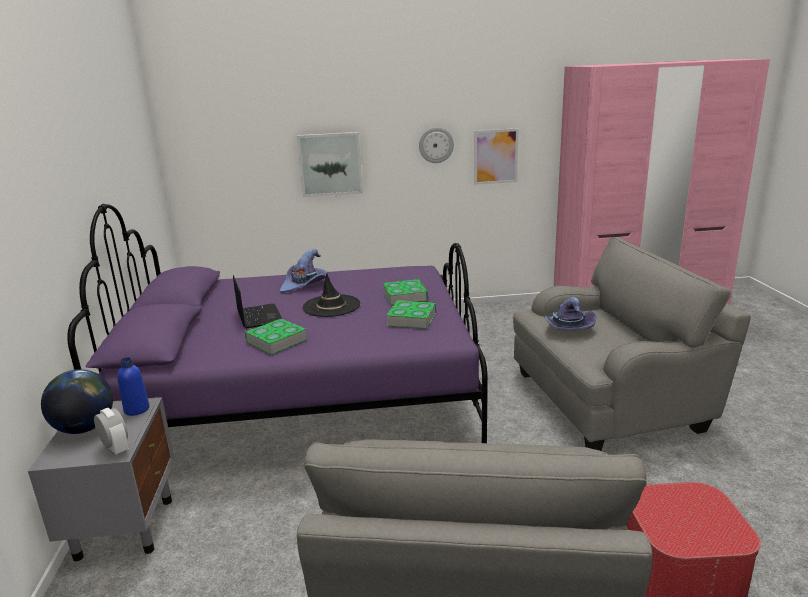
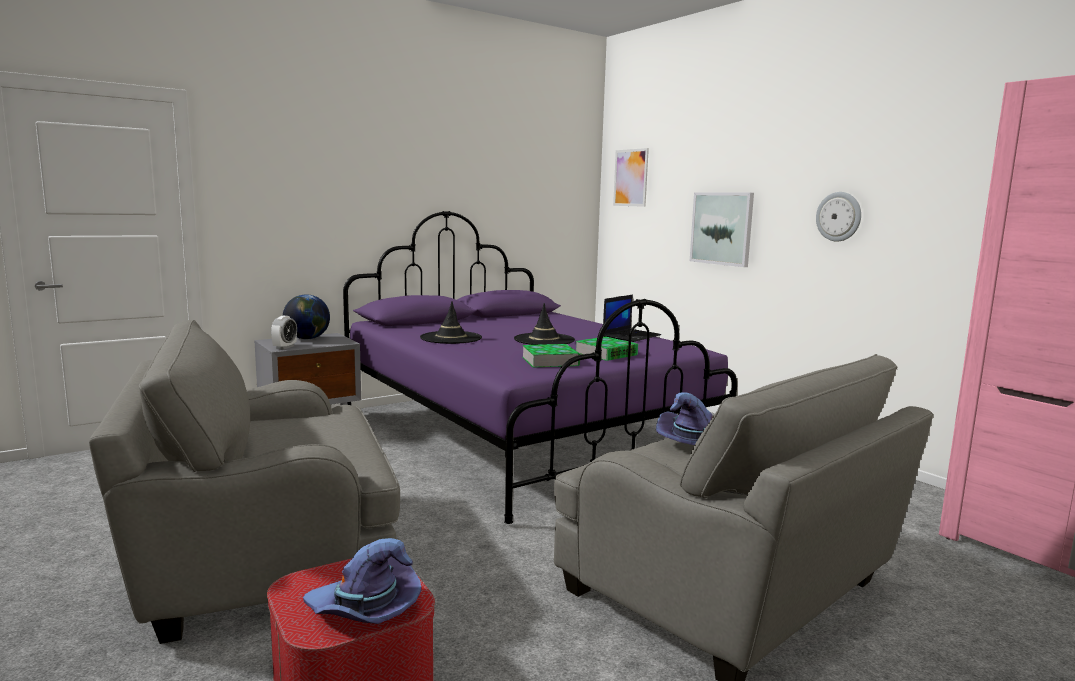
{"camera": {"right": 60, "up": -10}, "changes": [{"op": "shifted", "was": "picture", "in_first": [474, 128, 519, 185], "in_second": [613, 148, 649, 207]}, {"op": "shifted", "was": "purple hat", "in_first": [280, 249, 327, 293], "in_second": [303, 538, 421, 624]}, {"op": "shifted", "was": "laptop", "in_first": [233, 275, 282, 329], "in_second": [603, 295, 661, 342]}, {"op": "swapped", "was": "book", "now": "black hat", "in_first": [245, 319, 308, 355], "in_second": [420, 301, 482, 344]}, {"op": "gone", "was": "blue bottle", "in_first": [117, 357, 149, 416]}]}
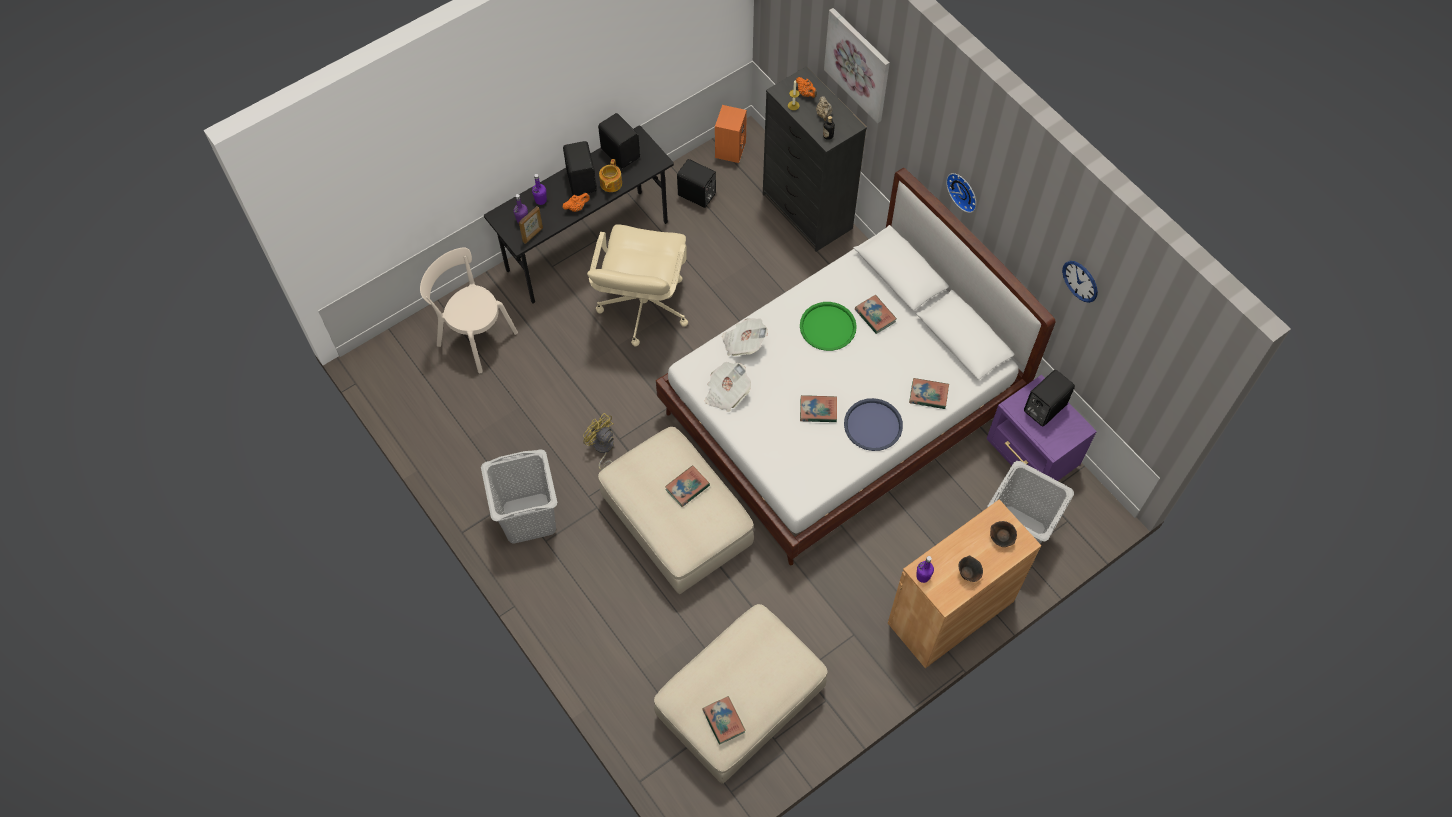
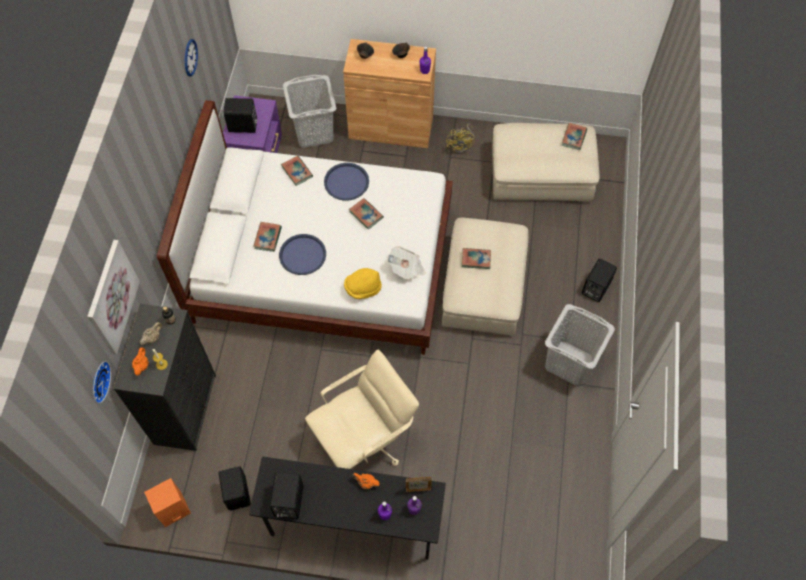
{"camera": {"right": -135, "up": 0}, "changes": [{"op": "shifted", "was": "black speaker", "in_first": [563, 141, 597, 196], "in_second": [582, 259, 617, 302]}, {"op": "gone", "was": "teapot", "in_first": [599, 159, 622, 192]}, {"op": "shifted", "was": "wall clock", "in_first": [946, 173, 976, 213], "in_second": [93, 361, 111, 404]}, {"op": "gone", "was": "beige chair", "in_first": [420, 248, 518, 373]}, {"op": "repainted", "was": "green tray", "now": "blue tray", "in_first": [800, 302, 857, 351], "in_second": [279, 234, 326, 275]}, {"op": "swapped", "was": "newspaper", "now": "yellow hat", "in_first": [722, 318, 768, 356], "in_second": [344, 268, 382, 299]}, {"op": "shifted", "was": "yellow fan", "in_first": [583, 413, 614, 470], "in_second": [446, 124, 475, 154]}]}
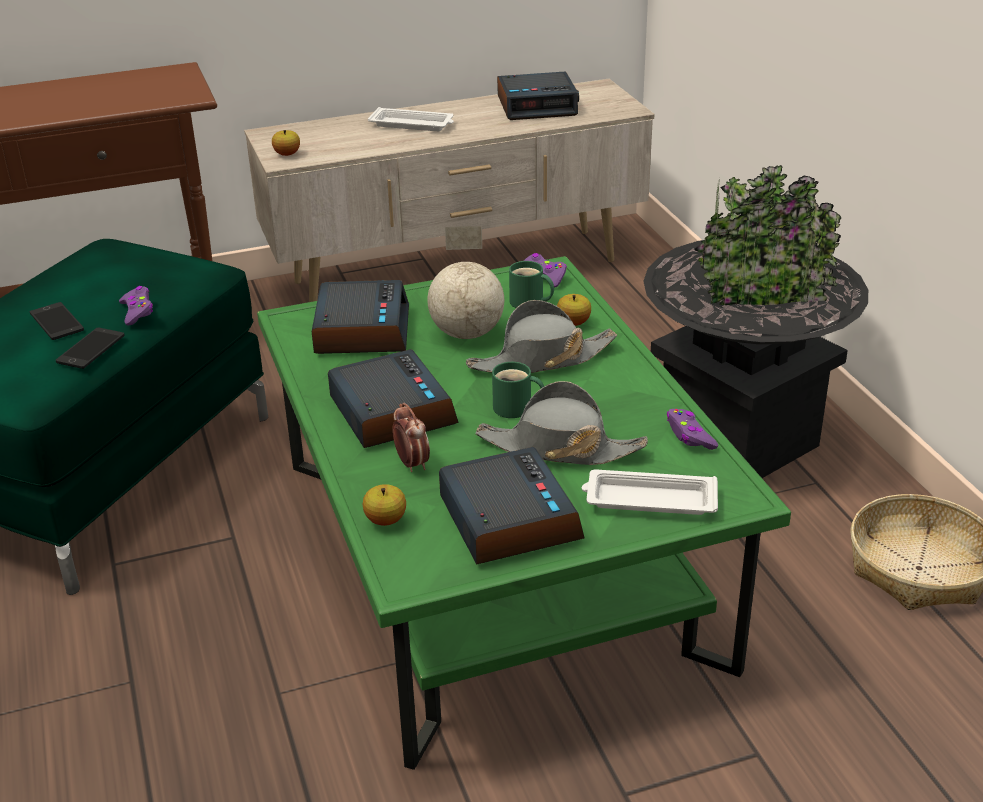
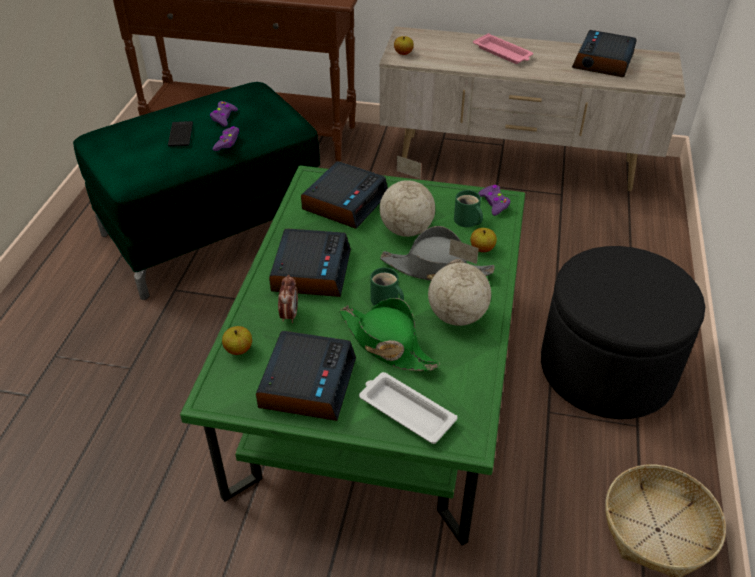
{"camera": {"right": 30, "up": 10}, "changes": [{"op": "rotated", "was": "alarm clock", "in_first": [497, 71, 579, 120], "in_second": [572, 30, 637, 77], "clockwise": 90}, {"op": "repainted", "was": "white tray", "now": "pink tray", "in_first": [368, 107, 454, 131], "in_second": [473, 33, 533, 64]}, {"op": "swapped", "was": "black planter", "now": "black ottoman", "in_first": [643, 165, 868, 478], "in_second": [541, 246, 705, 419]}, {"op": "gone", "was": "phone", "in_first": [56, 327, 125, 369]}, {"op": "repainted", "was": "grey hat", "now": "green hat", "in_first": [476, 381, 648, 465], "in_second": [339, 298, 440, 371]}, {"op": "shifted", "was": "purple game controller", "in_first": [667, 409, 718, 450], "in_second": [210, 101, 238, 127]}, {"op": "new", "now": "globe", "in_second": [428, 239, 491, 326]}]}
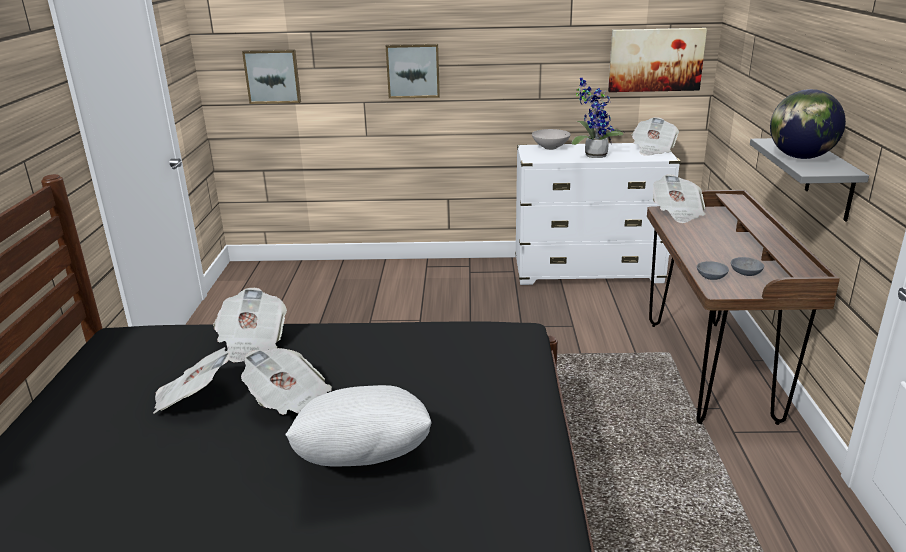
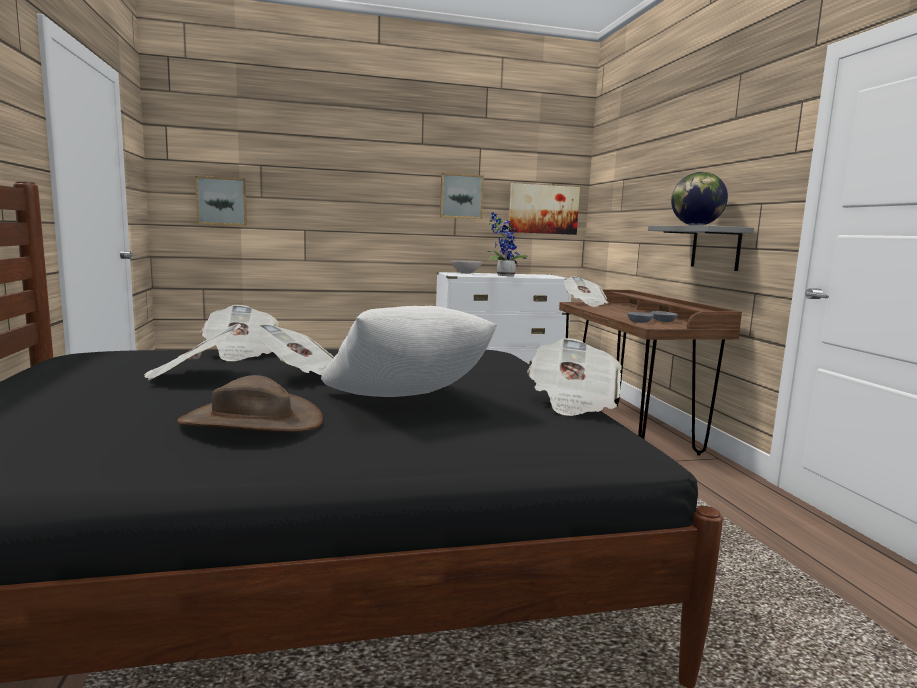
{"camera": {"right": -15, "up": -15}, "changes": [{"op": "shifted", "was": "picture", "in_first": [386, 44, 440, 99], "in_second": [440, 173, 484, 219]}, {"op": "shifted", "was": "newspaper", "in_first": [631, 117, 679, 156], "in_second": [527, 338, 622, 416]}, {"op": "new", "now": "brown hat", "in_second": [177, 375, 323, 432]}]}
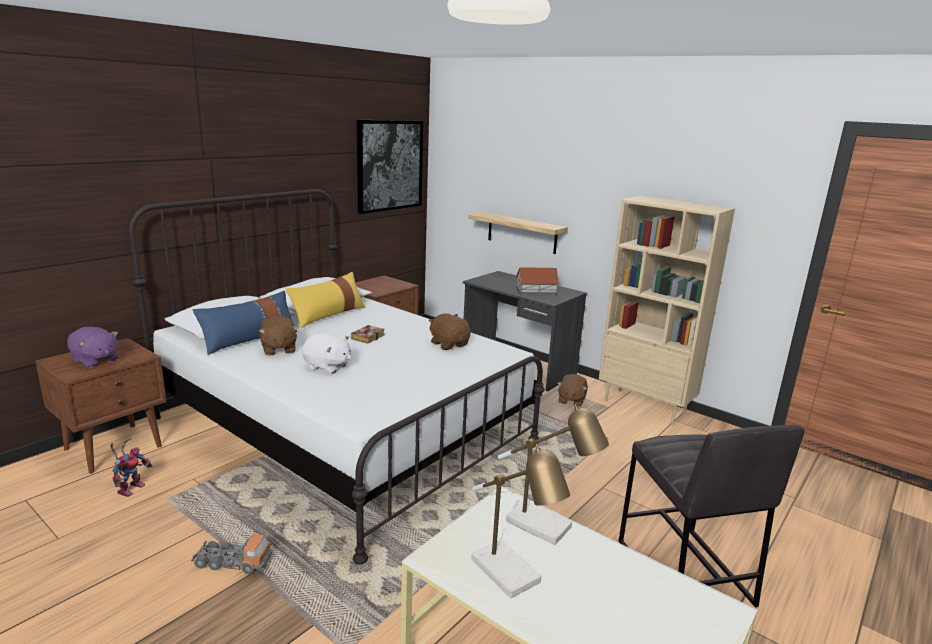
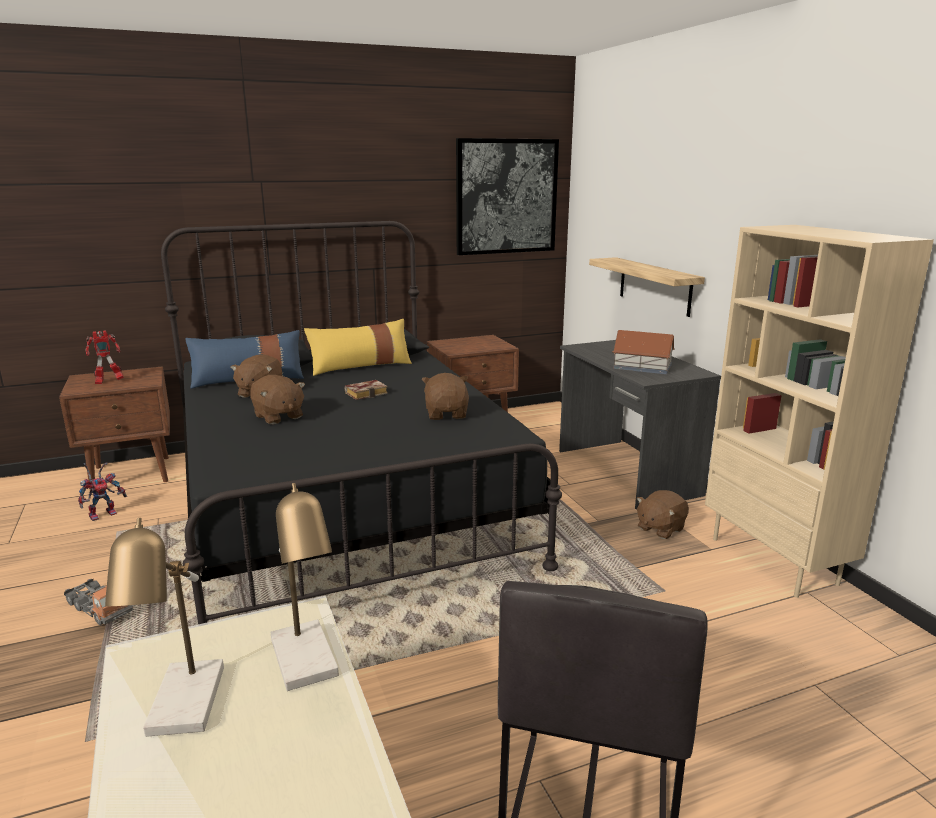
{"camera": {"right": 30, "up": 0}, "changes": [{"op": "repainted", "was": "white bed", "now": "black bed", "in_first": [129, 189, 545, 565], "in_second": [161, 221, 562, 624]}, {"op": "swapped", "was": "purple plush toy", "now": "toy robot", "in_first": [67, 326, 118, 368], "in_second": [85, 330, 124, 384]}, {"op": "repainted", "was": "white plush toy", "now": "brown plush toy", "in_first": [302, 332, 351, 374], "in_second": [250, 375, 305, 424]}]}
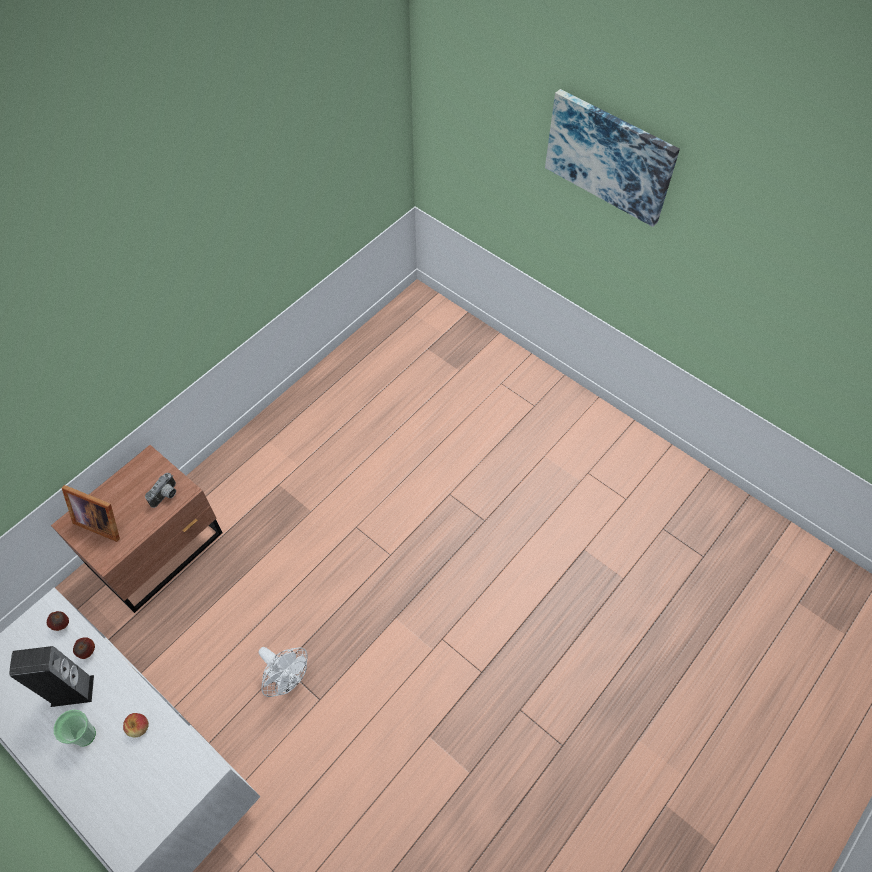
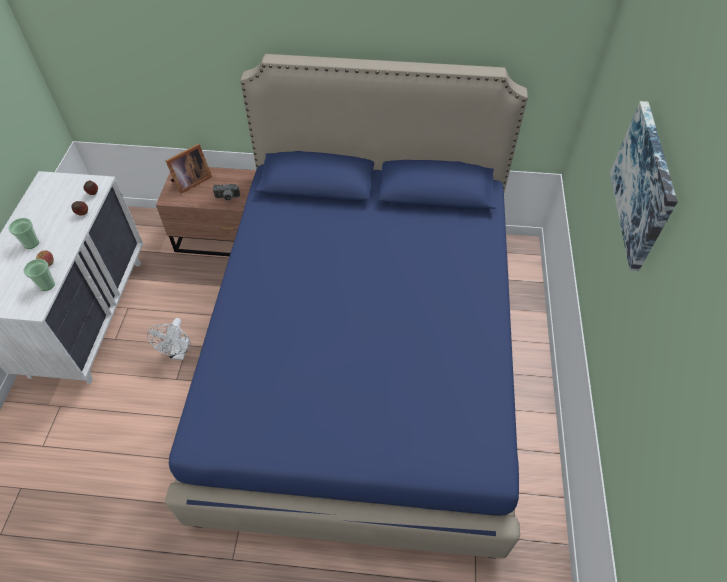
{"camera": {"right": 55, "up": -5}, "changes": [{"op": "rotated", "was": "picture frame", "in_first": [62, 485, 120, 542], "in_second": [166, 144, 212, 194], "clockwise": -120}, {"op": "gone", "was": "speaker", "in_first": [9, 646, 94, 707]}, {"op": "new", "now": "blue bed", "in_second": [165, 54, 528, 559]}, {"op": "new", "now": "cup", "in_second": [23, 259, 55, 291]}]}
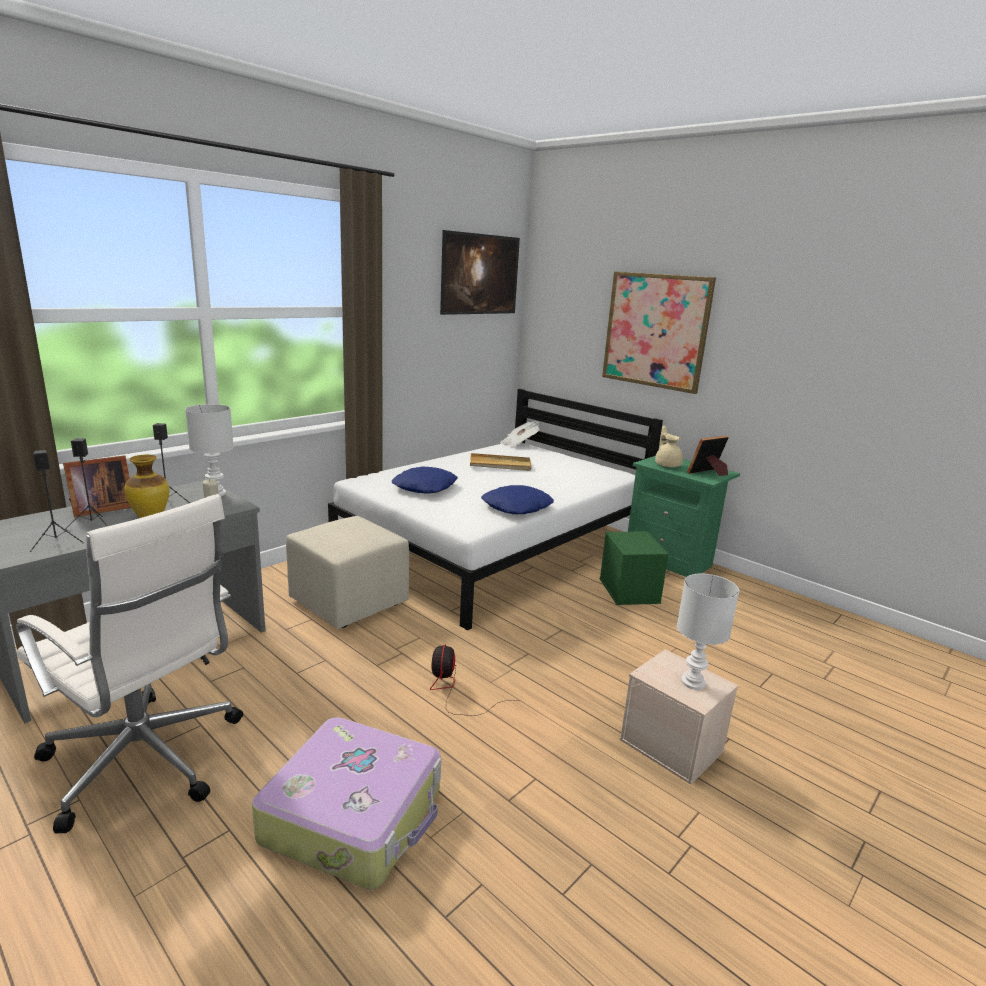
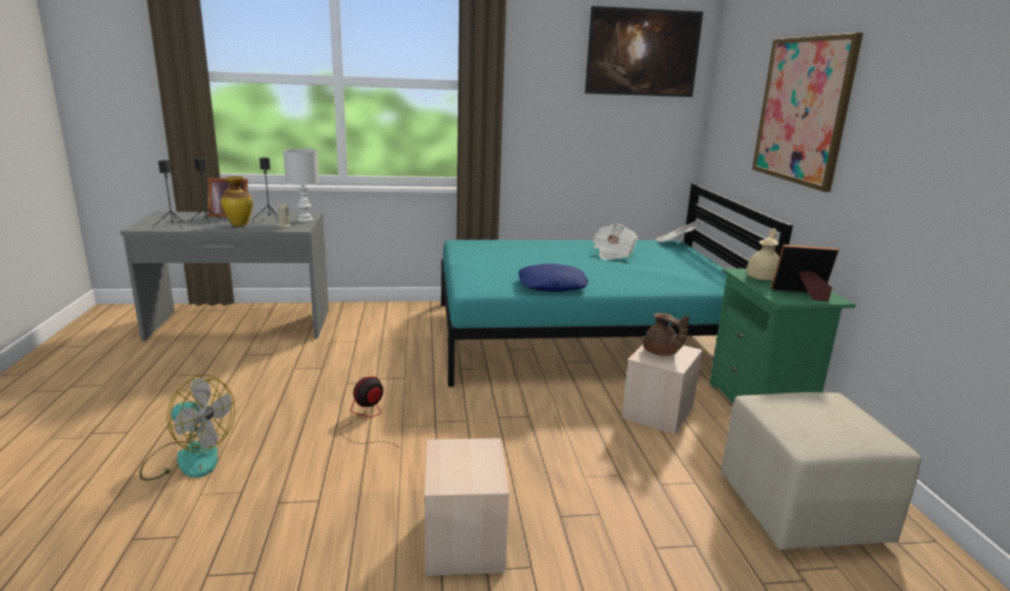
{"camera": {"right": 40, "up": 0}, "changes": [{"op": "repainted", "was": "white bed", "now": "turquoise bed", "in_first": [328, 389, 663, 630], "in_second": [441, 183, 793, 387]}, {"op": "swapped", "was": "beige tray", "now": "newspaper", "in_first": [470, 453, 531, 471], "in_second": [593, 224, 638, 260]}, {"op": "gone", "was": "blue pillow", "in_first": [392, 467, 458, 494]}, {"op": "gone", "was": "white office chair", "in_first": [16, 494, 243, 833]}, {"op": "shifted", "was": "beige ottoman", "in_first": [286, 516, 409, 629], "in_second": [721, 392, 921, 550]}, {"op": "repainted", "was": "green storage box", "now": "beige storage box", "in_first": [600, 532, 669, 605], "in_second": [622, 345, 702, 434]}, {"op": "gone", "was": "white table lamp", "in_first": [677, 574, 739, 690]}, {"op": "swapped", "was": "suitcase", "now": "fan", "in_first": [252, 717, 441, 889], "in_second": [139, 374, 235, 481]}, {"op": "new", "now": "brown teapot", "in_second": [643, 313, 690, 356]}]}
